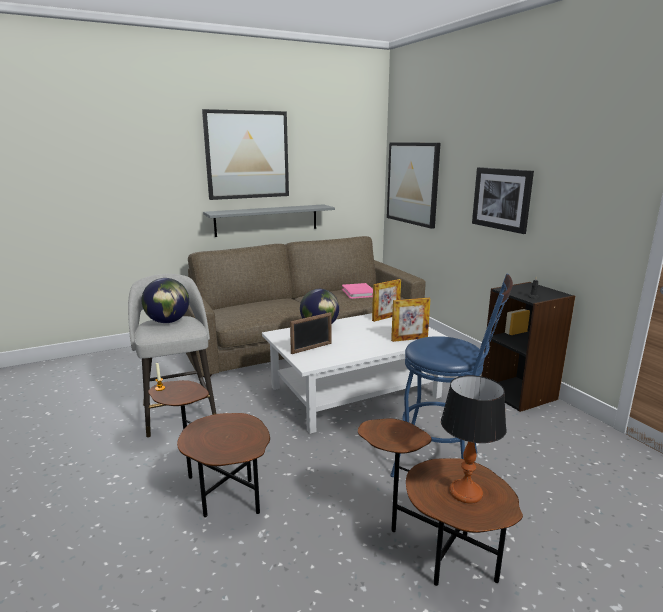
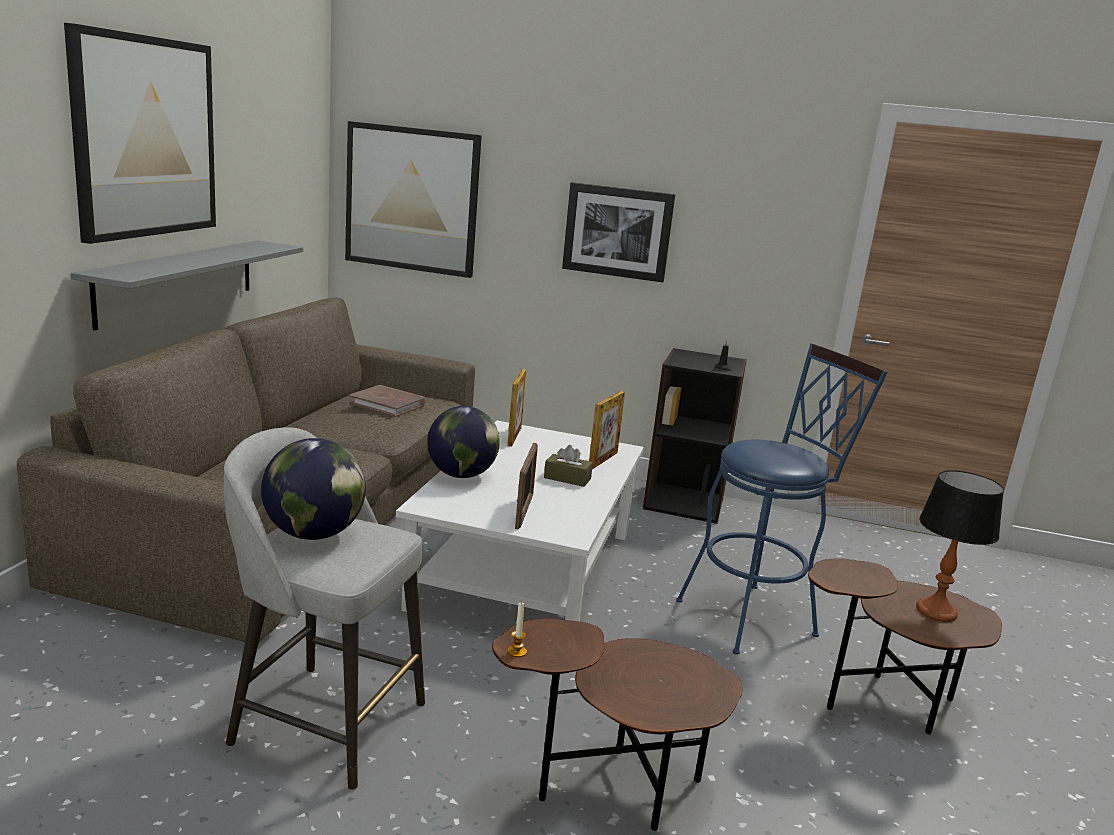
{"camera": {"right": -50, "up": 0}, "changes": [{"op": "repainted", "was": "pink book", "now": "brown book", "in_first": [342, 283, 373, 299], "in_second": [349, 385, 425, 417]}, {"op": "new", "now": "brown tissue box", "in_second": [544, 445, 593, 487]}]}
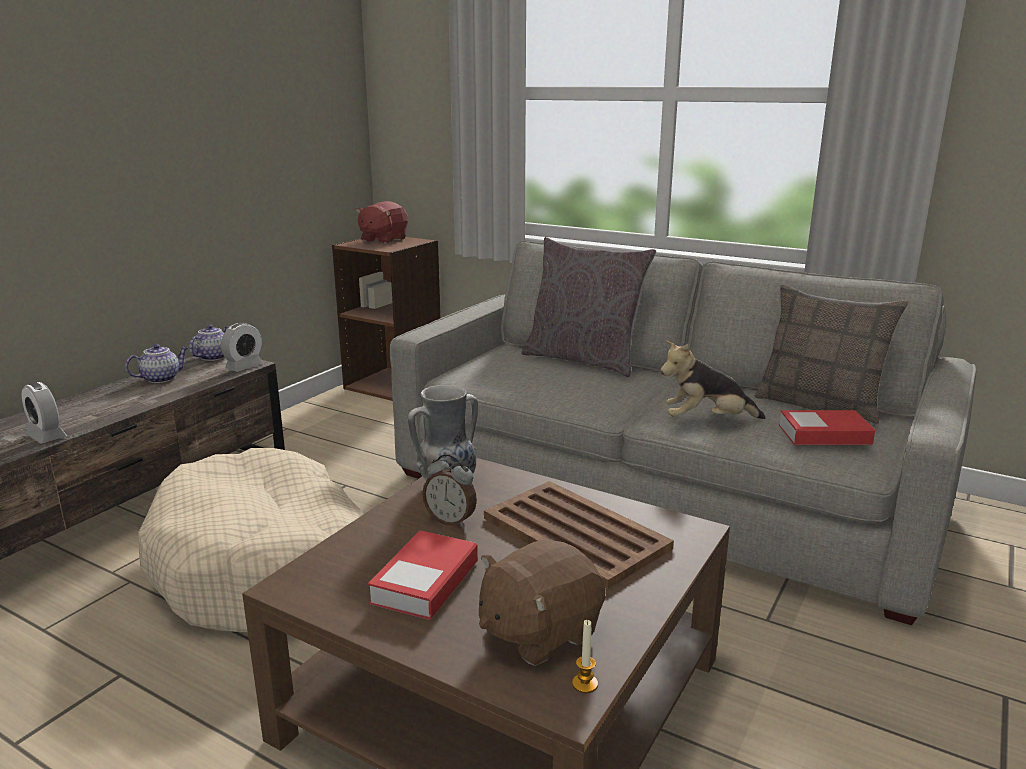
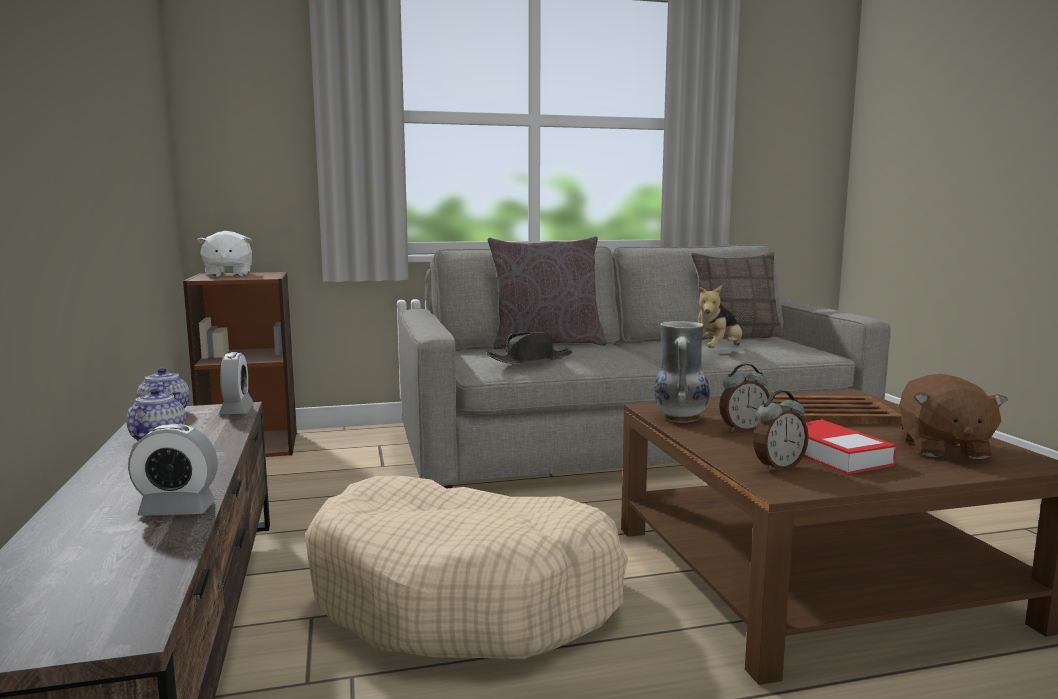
{"camera": {"right": -45, "up": -10}, "changes": [{"op": "repainted", "was": "red plush toy", "now": "white plush toy", "in_first": [356, 201, 408, 244], "in_second": [196, 231, 252, 277]}, {"op": "gone", "was": "book", "in_first": [779, 410, 875, 445]}, {"op": "gone", "was": "candle", "in_first": [572, 620, 598, 693]}, {"op": "new", "now": "black hat", "in_second": [486, 332, 573, 364]}, {"op": "new", "now": "alarm clock", "in_second": [753, 390, 809, 472]}]}
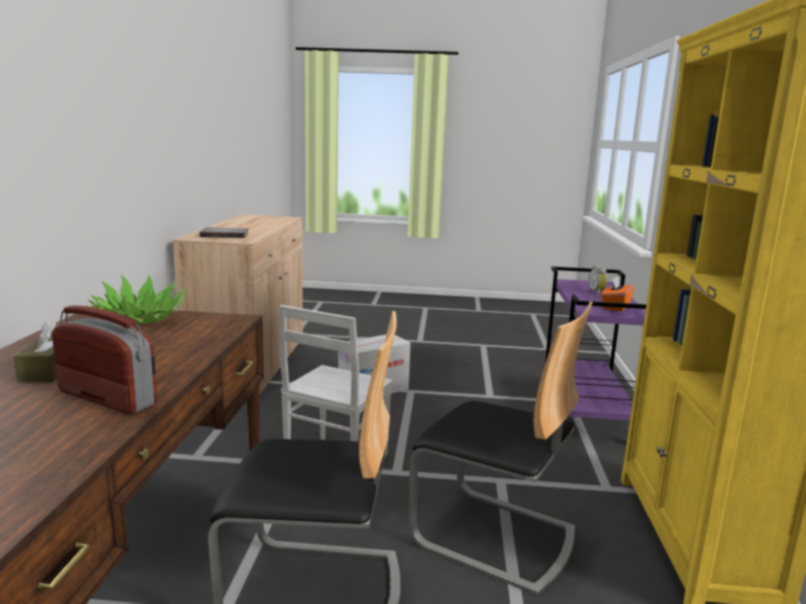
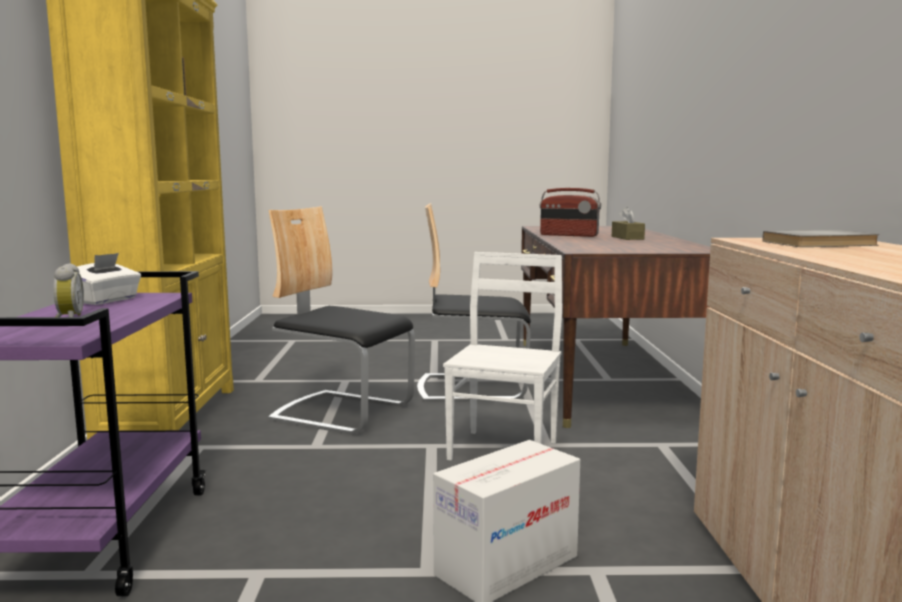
{"camera": {"right": 175, "up": -5}, "changes": [{"op": "gone", "was": "potted plant", "in_first": [86, 275, 186, 325]}, {"op": "repainted", "was": "orange tissue box", "now": "white tissue box", "in_first": [601, 276, 634, 312], "in_second": [77, 253, 141, 305]}]}
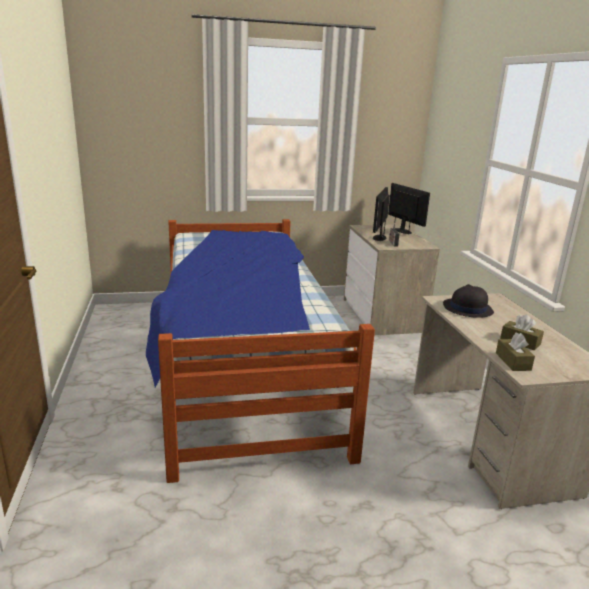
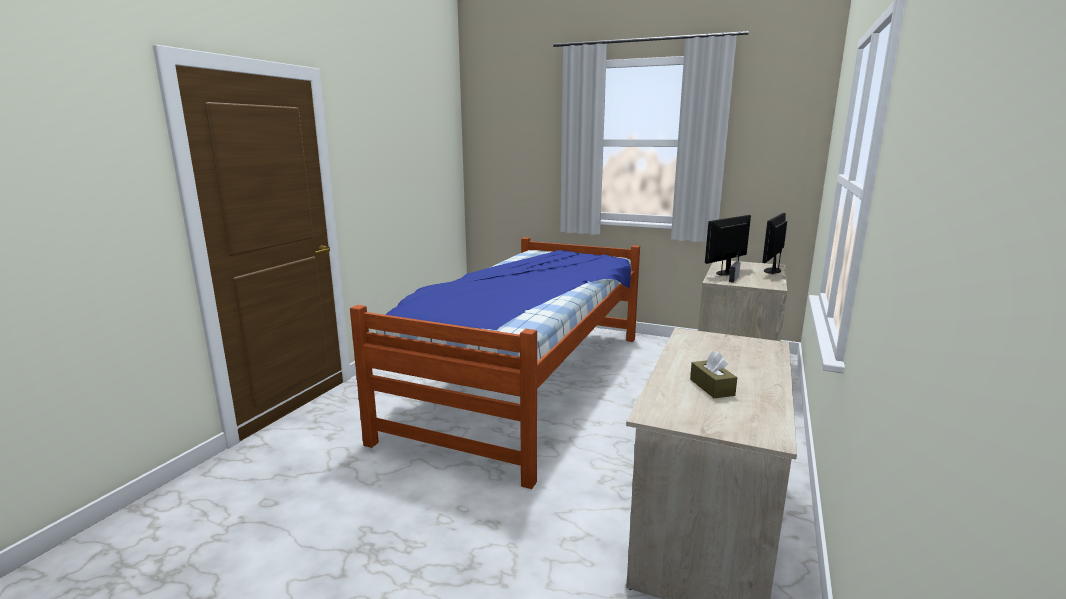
{"camera": {"right": 35, "up": -5}, "changes": [{"op": "rotated", "was": "monitor", "in_first": [388, 183, 430, 234], "in_second": [762, 213, 787, 274], "clockwise": -150}, {"op": "gone", "was": "black hat", "in_first": [443, 284, 494, 318]}, {"op": "gone", "was": "brown tissue box", "in_first": [496, 332, 535, 371]}]}
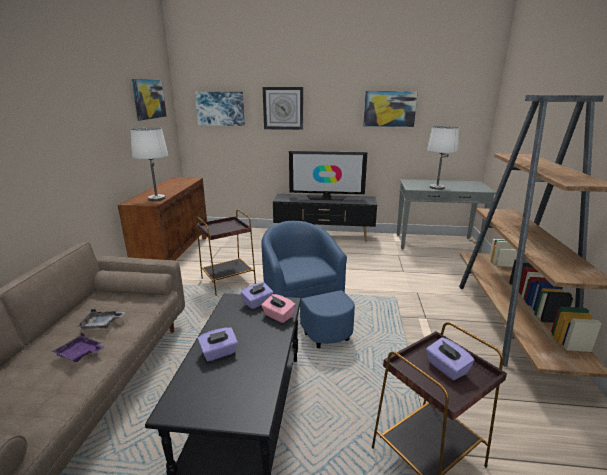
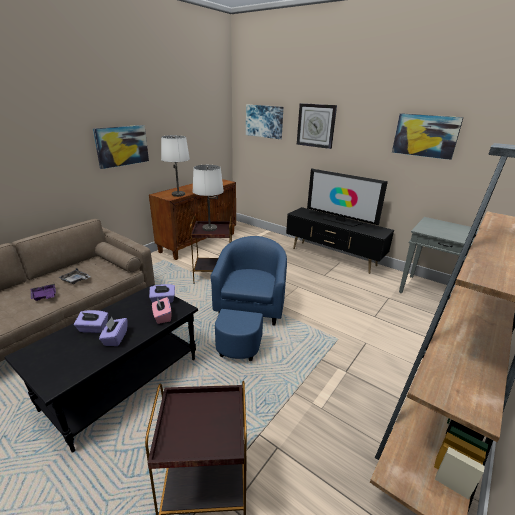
{"camera": {"right": 30, "up": 5}, "changes": [{"op": "shifted", "was": "picture", "in_first": [131, 79, 167, 121], "in_second": [93, 125, 149, 169]}, {"op": "shifted", "was": "white table lamp", "in_first": [427, 126, 459, 190], "in_second": [192, 165, 224, 231]}, {"op": "shifted", "was": "purple tissue box", "in_first": [426, 337, 475, 380], "in_second": [99, 317, 127, 346]}]}
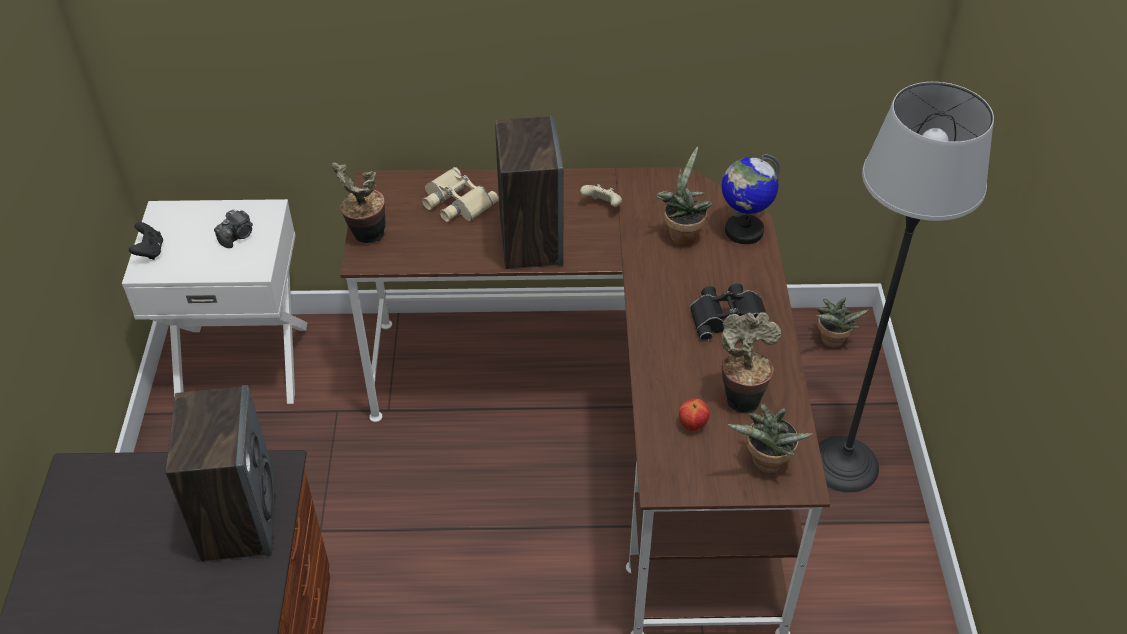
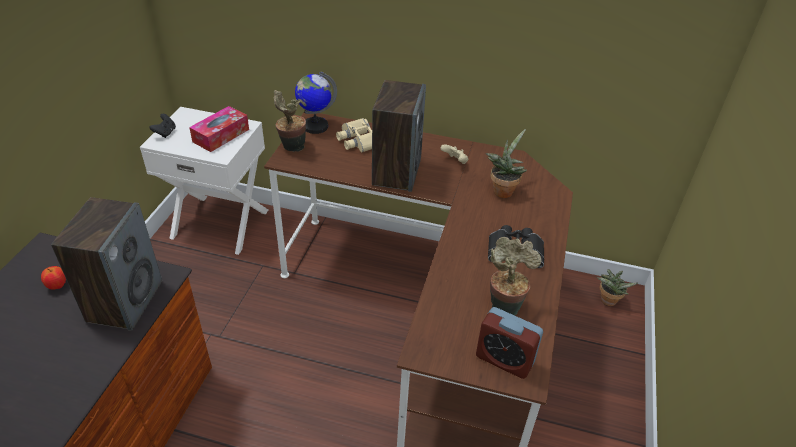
{"camera": {"right": 15, "up": -5}, "changes": [{"op": "gone", "was": "floor lamp", "in_first": [818, 82, 994, 493]}, {"op": "shifted", "was": "globe", "in_first": [722, 154, 780, 244], "in_second": [295, 72, 337, 134]}, {"op": "swapped", "was": "photo camera", "now": "tissue box", "in_first": [214, 209, 253, 248], "in_second": [189, 106, 249, 152]}, {"op": "shifted", "was": "apple", "in_first": [679, 398, 710, 431], "in_second": [41, 266, 66, 290]}, {"op": "swapped", "was": "potted plant", "now": "alarm clock", "in_first": [728, 404, 813, 474], "in_second": [476, 307, 543, 379]}]}
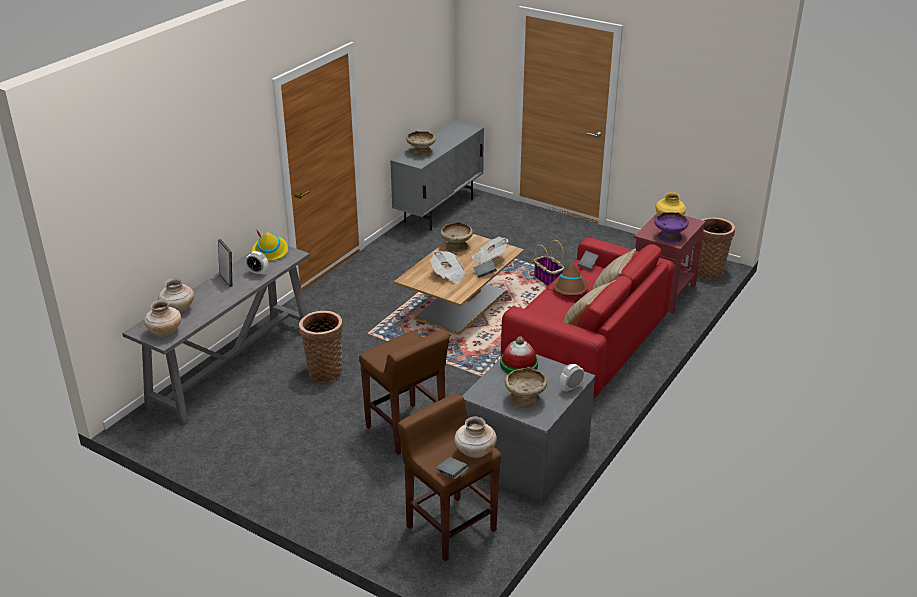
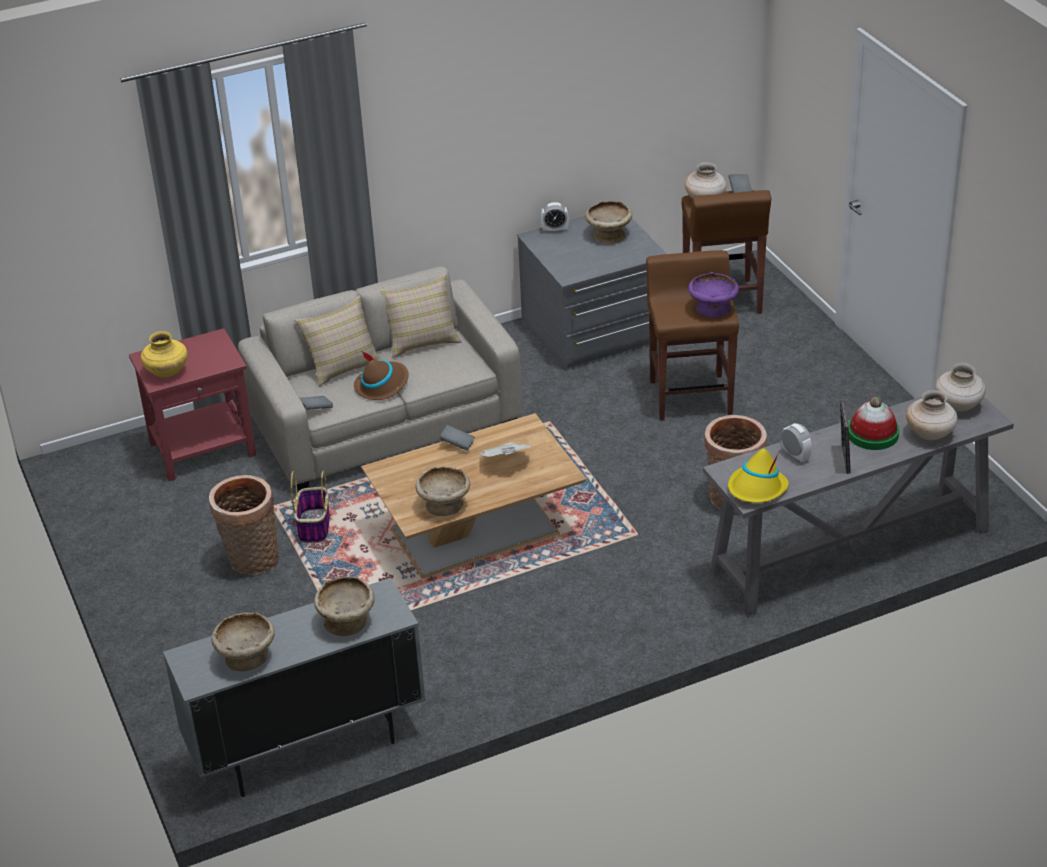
{"camera": {"right": -145, "up": 5}, "changes": [{"op": "shifted", "was": "purple bowl", "in_first": [654, 212, 689, 243], "in_second": [688, 272, 739, 317]}, {"op": "shifted", "was": "basket", "in_first": [697, 217, 735, 279], "in_second": [209, 475, 279, 575]}, {"op": "gone", "was": "newspaper", "in_first": [472, 237, 508, 264]}, {"op": "repainted", "was": "red sofa", "now": "beige sofa", "in_first": [501, 238, 674, 398], "in_second": [238, 266, 522, 491]}, {"op": "shifted", "was": "hat", "in_first": [500, 336, 538, 374], "in_second": [848, 397, 899, 450]}, {"op": "new", "now": "beige bowl", "in_second": [211, 612, 275, 672]}]}
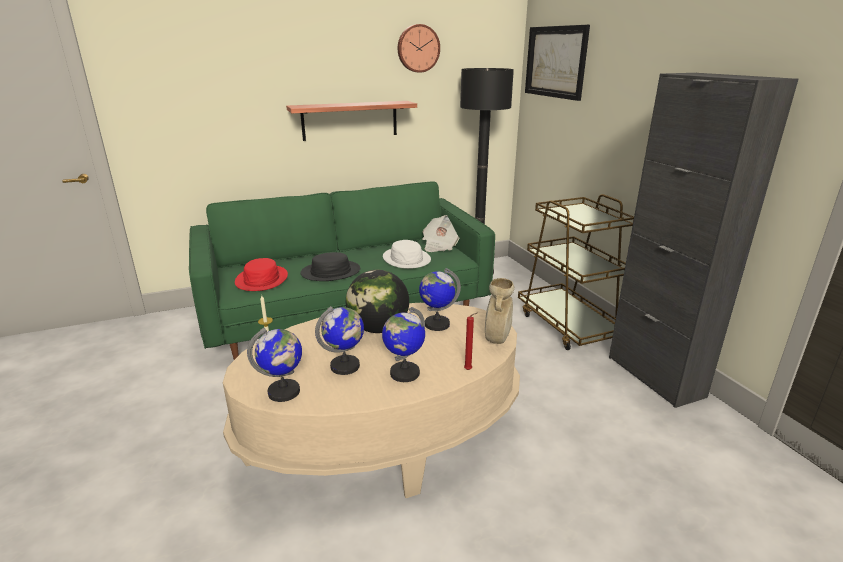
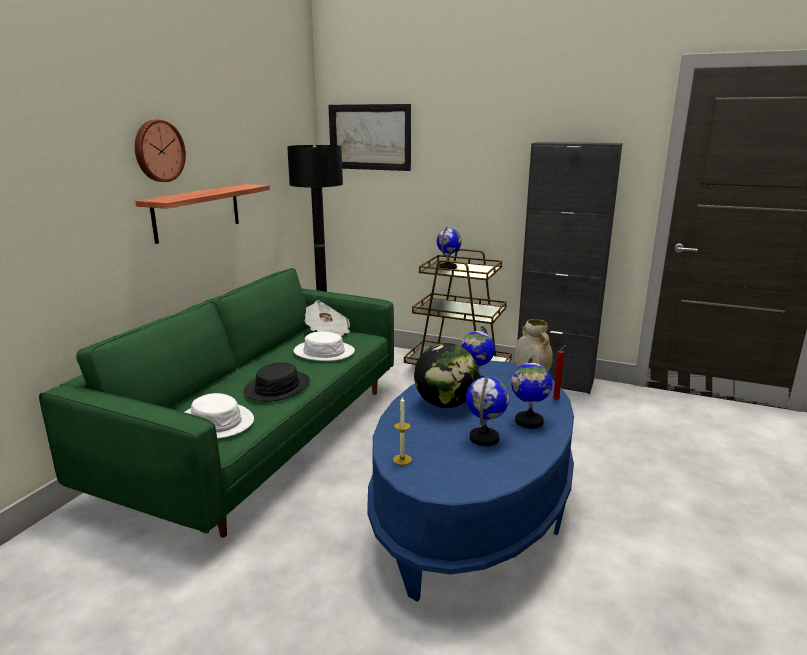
{"camera": {"right": -45, "up": -5}, "changes": [{"op": "shifted", "was": "wall clock", "in_first": [398, 24, 440, 73], "in_second": [135, 120, 186, 182]}, {"op": "repainted", "was": "red hat", "now": "white hat", "in_first": [235, 258, 288, 291], "in_second": [185, 393, 254, 439]}, {"op": "repainted", "was": "beige coffee table", "now": "blue coffee table", "in_first": [223, 303, 520, 498], "in_second": [367, 361, 574, 602]}, {"op": "shifted", "was": "globe", "in_first": [247, 328, 302, 402], "in_second": [437, 226, 462, 269]}]}
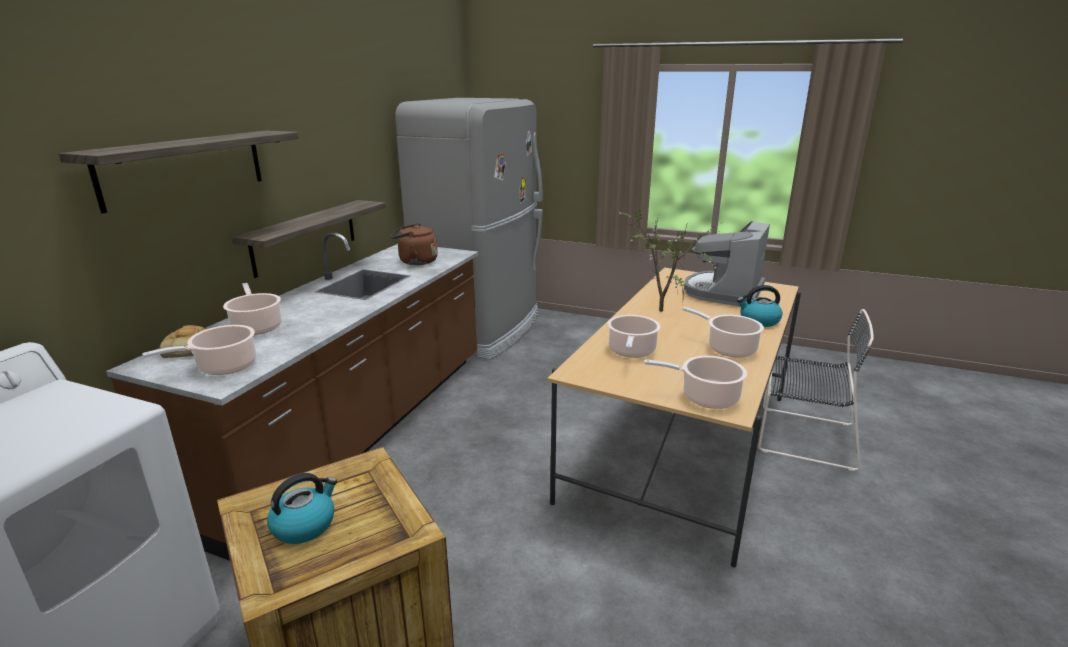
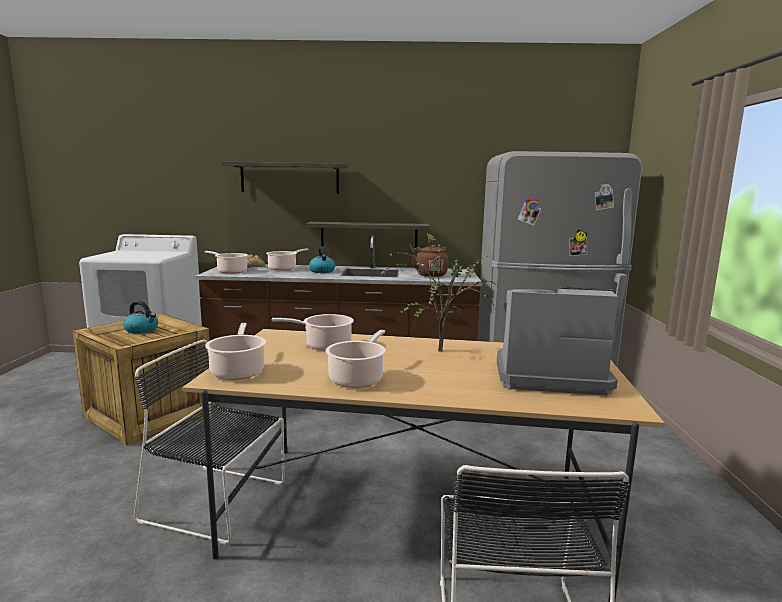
{"camera": {"right": 70, "up": -10}, "changes": [{"op": "shifted", "was": "kettle", "in_first": [737, 285, 782, 327], "in_second": [309, 247, 335, 273]}, {"op": "new", "now": "black chair", "in_second": [134, 339, 285, 544]}]}
